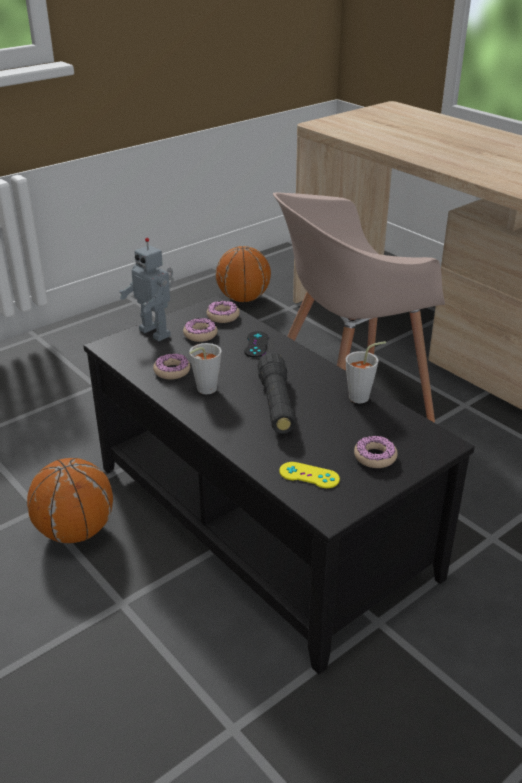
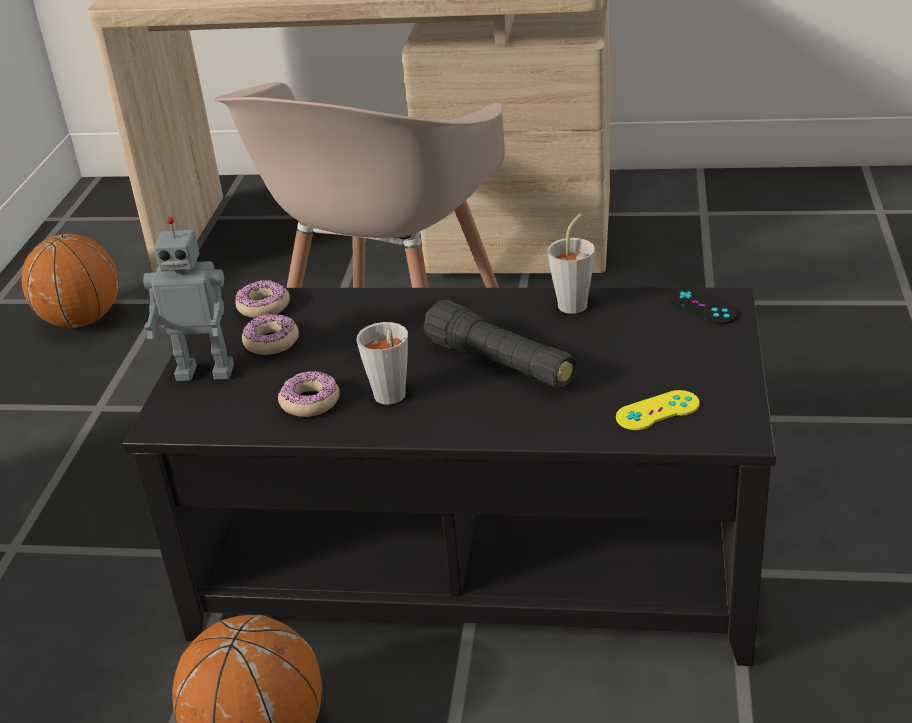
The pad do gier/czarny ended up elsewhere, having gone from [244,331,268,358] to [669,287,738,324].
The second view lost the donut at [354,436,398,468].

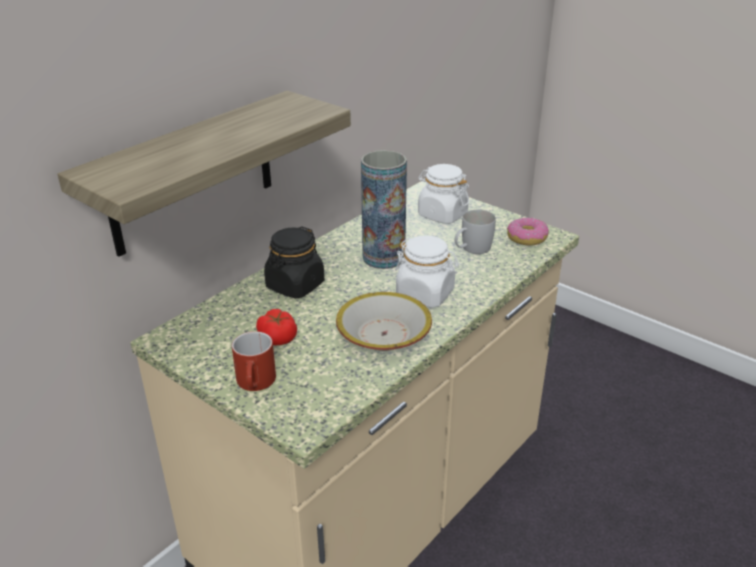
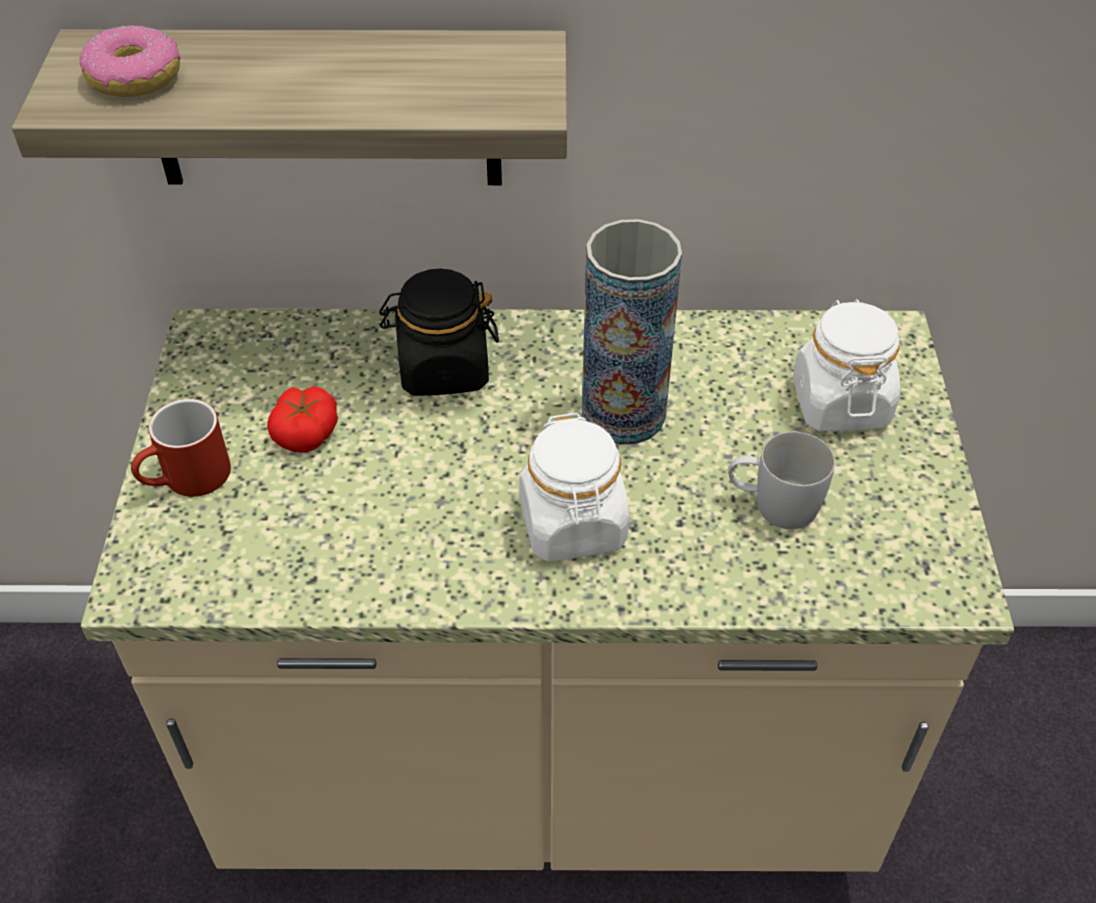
The second view lost the miska at [336,292,432,351].
The donut ended up elsewhere, having gone from [507,217,549,246] to [80,24,181,97].

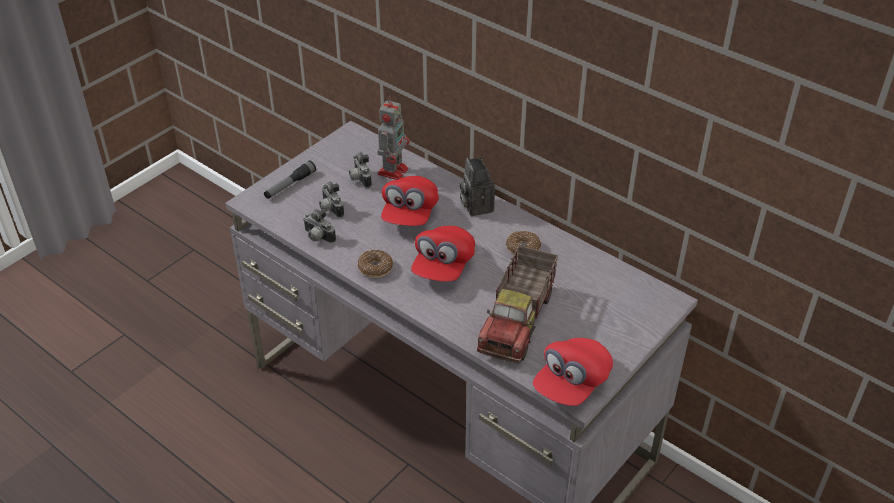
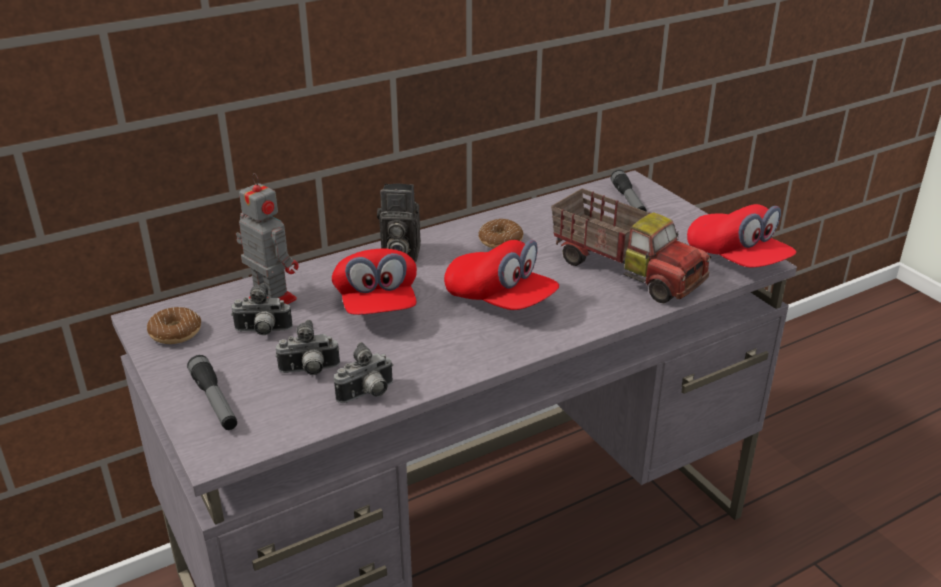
The donut ended up elsewhere, having gone from [358,250,393,278] to [147,307,201,344].
The czapka z daszkiem/czerwony at [381,176,439,226] ended up facing another way, 45 degrees clockwise from before.
The second view gained the latarka at [610,170,647,212].

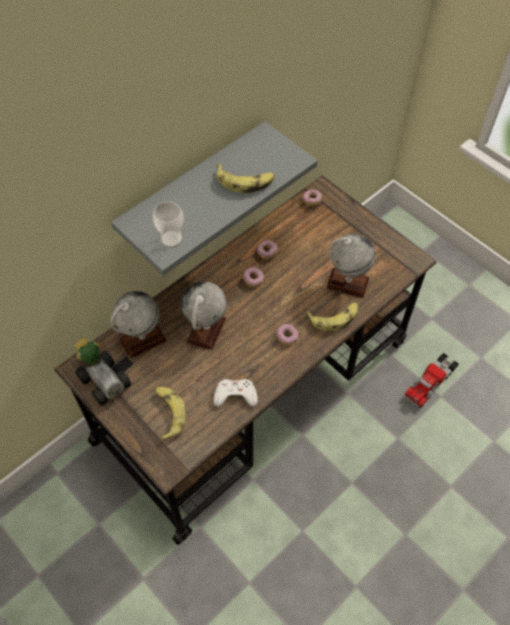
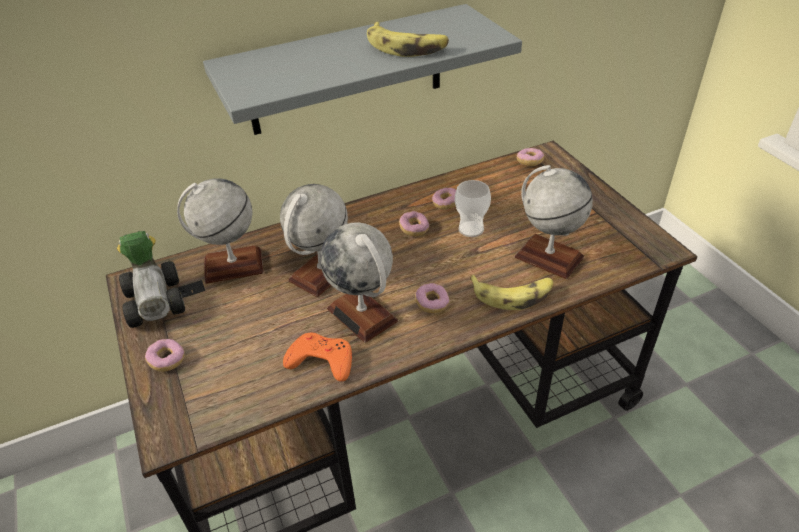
The filiżanka ended up elsewhere, having gone from [153,201,184,248] to [455,180,491,237].
The second view lost the banan at [155,387,186,441].
What was the pad do gier/biały at [213,379,258,407] turned into the pad do gier/pomarańczowy at [283,333,352,382].
The second view lost the ciężarówka zabawkowa at [404,352,459,409].
The second view gained the donut at [145,339,185,372].
The second view gained the globus at [320,222,398,343].

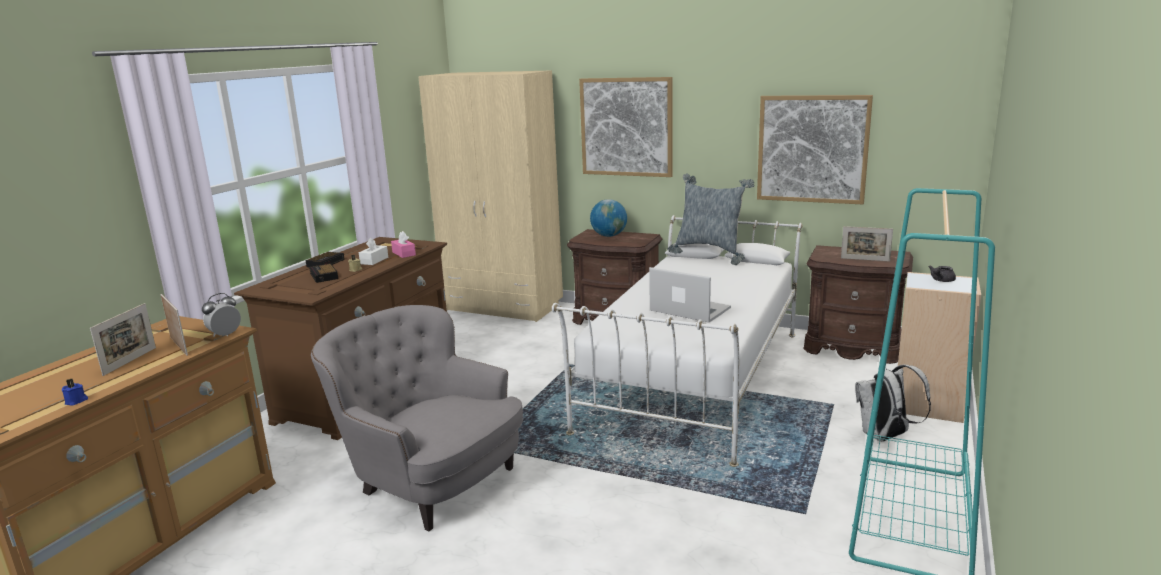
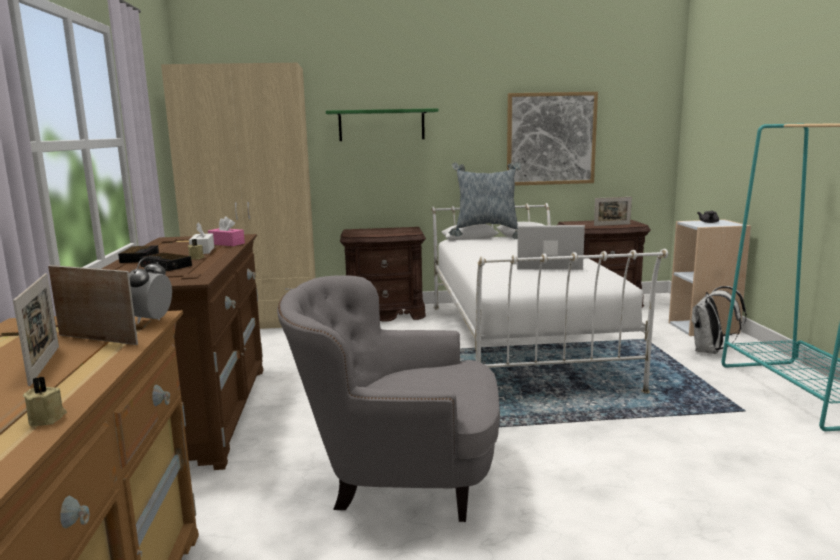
What was the świeca/niebieski at [62,379,88,406] turned into the świeca/beżowy at [23,376,67,426].
Where the obraz hung at [579,77,673,177], the półka/zielony came to hang at [326,108,438,141].
The second view lost the globus at [590,199,627,237].

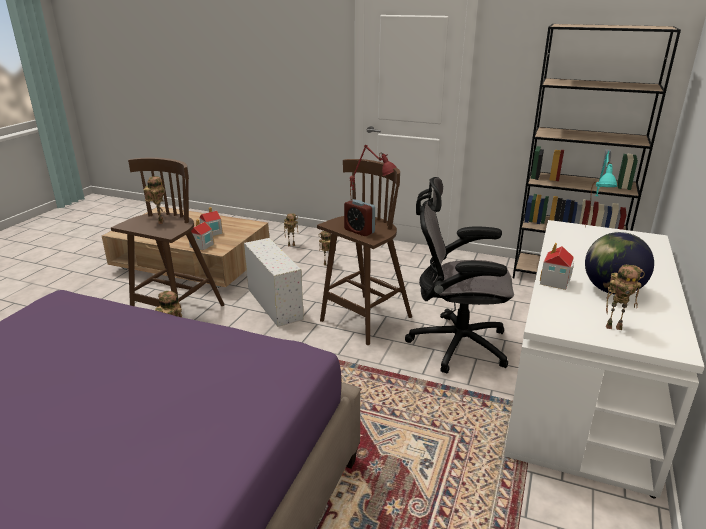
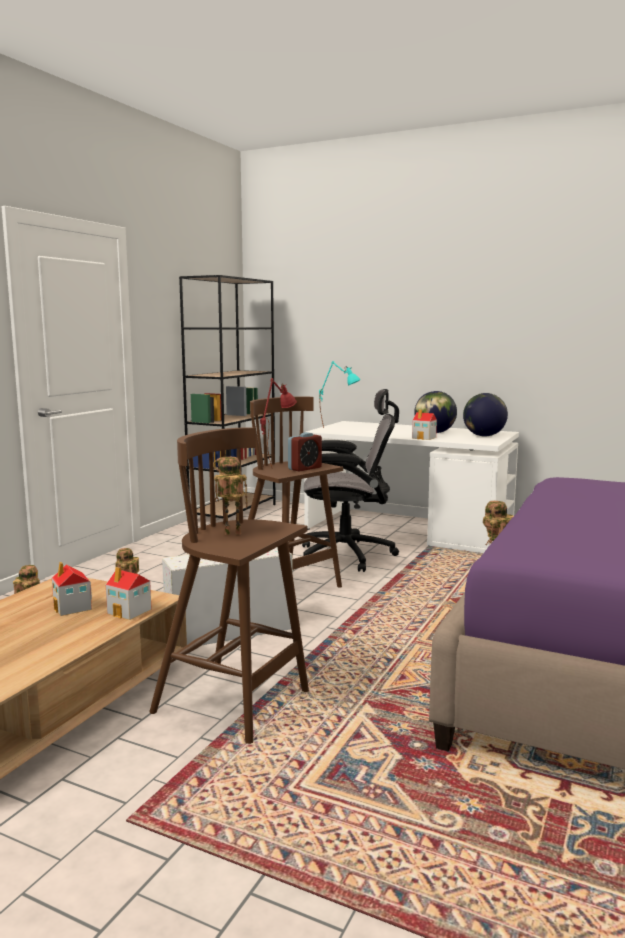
The krzesło biurowe at [405,177,514,374] ended up facing another way, 105 degrees counterclockwise from before.
Where the robot zabawkowy stood at [606,265,645,330], the globus came to stand at [463,393,508,436].

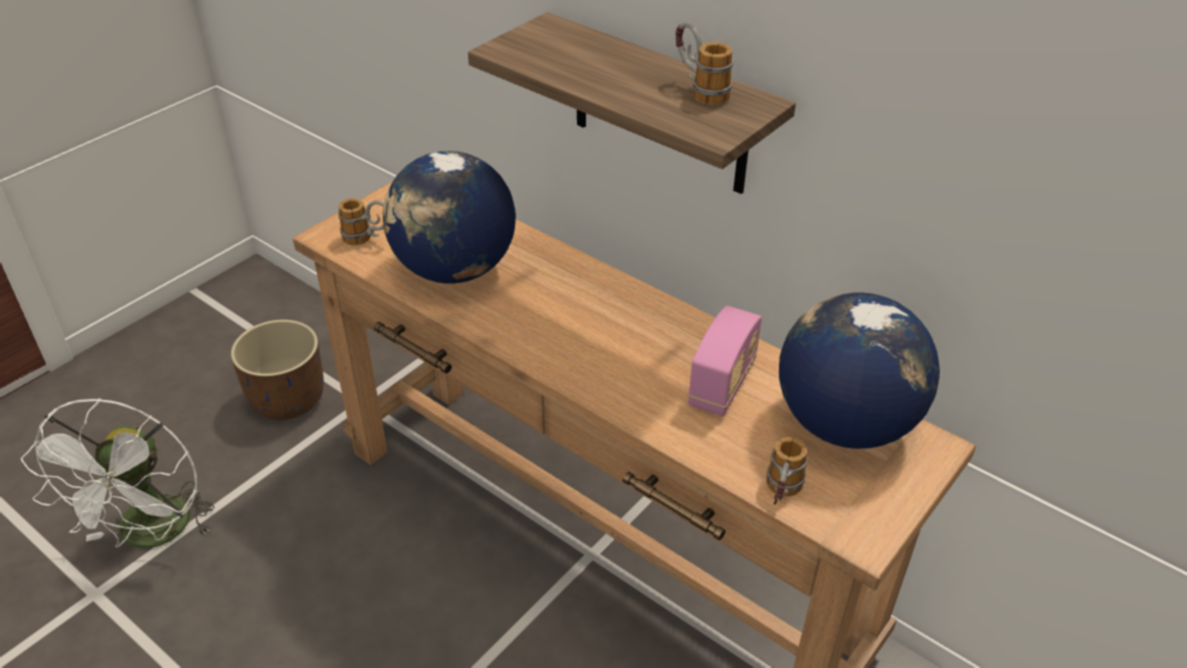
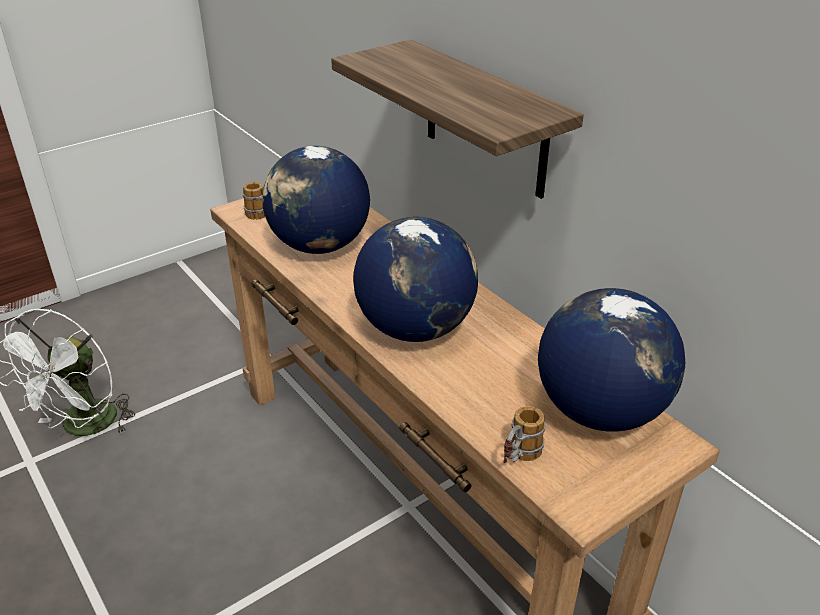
The second view lost the donica/brązowy at [231,320,324,420].
The second view lost the kubek at [675,22,733,105].
The second view lost the radio at [688,306,762,416].
The second view gained the globus at [353,217,478,342].

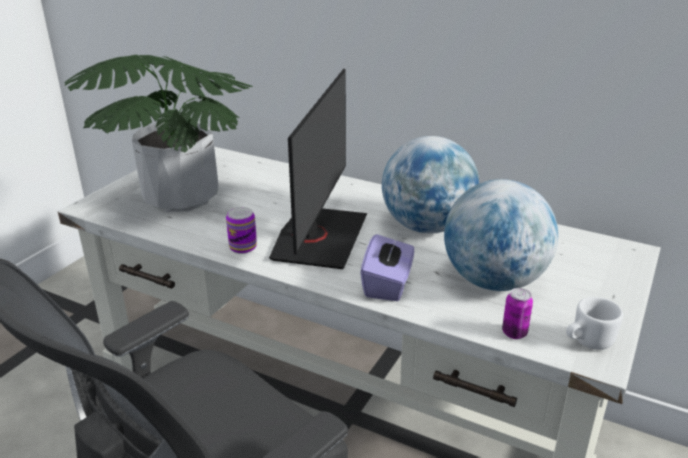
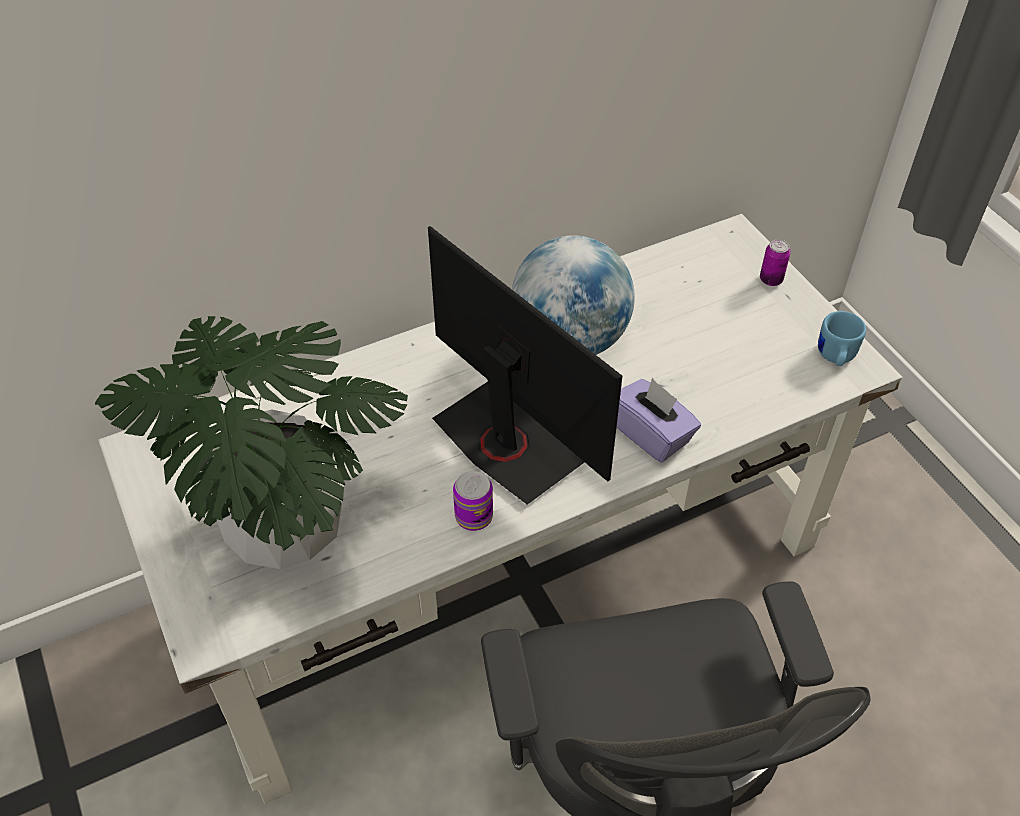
The second view lost the globus at [444,179,558,291].
The puszka ended up elsewhere, having gone from [502,288,533,339] to [760,239,791,286].
What was the kubek/biały at [566,297,623,350] turned into the kubek/niebieski at [818,311,866,366].

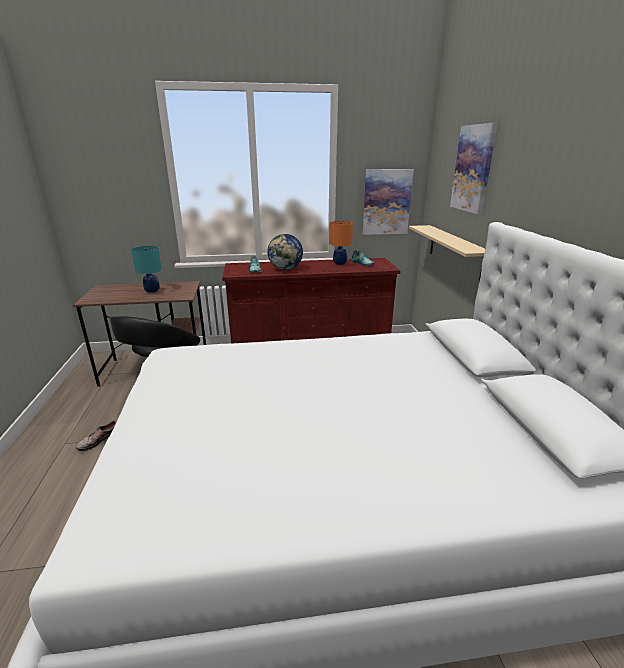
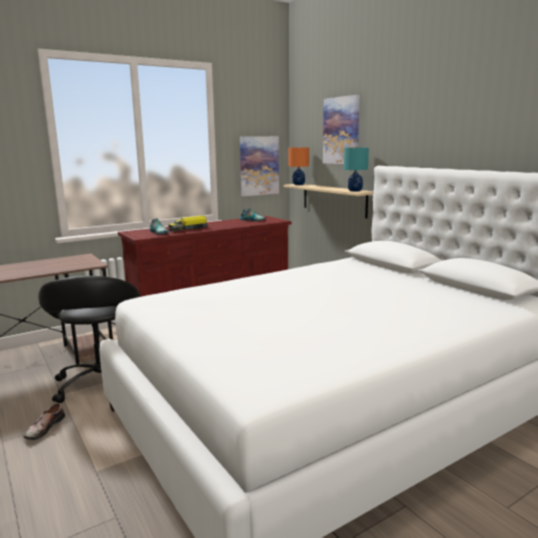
The lampa stołowa/turkusowy ended up elsewhere, having gone from [131,246,162,293] to [344,147,369,191].
Where the globus stood at [267,234,303,270], the ciężarówka zabawkowa came to stand at [168,216,208,233].
The lampa stołowa/pomarańczowy ended up elsewhere, having gone from [329,221,353,265] to [289,147,309,185].

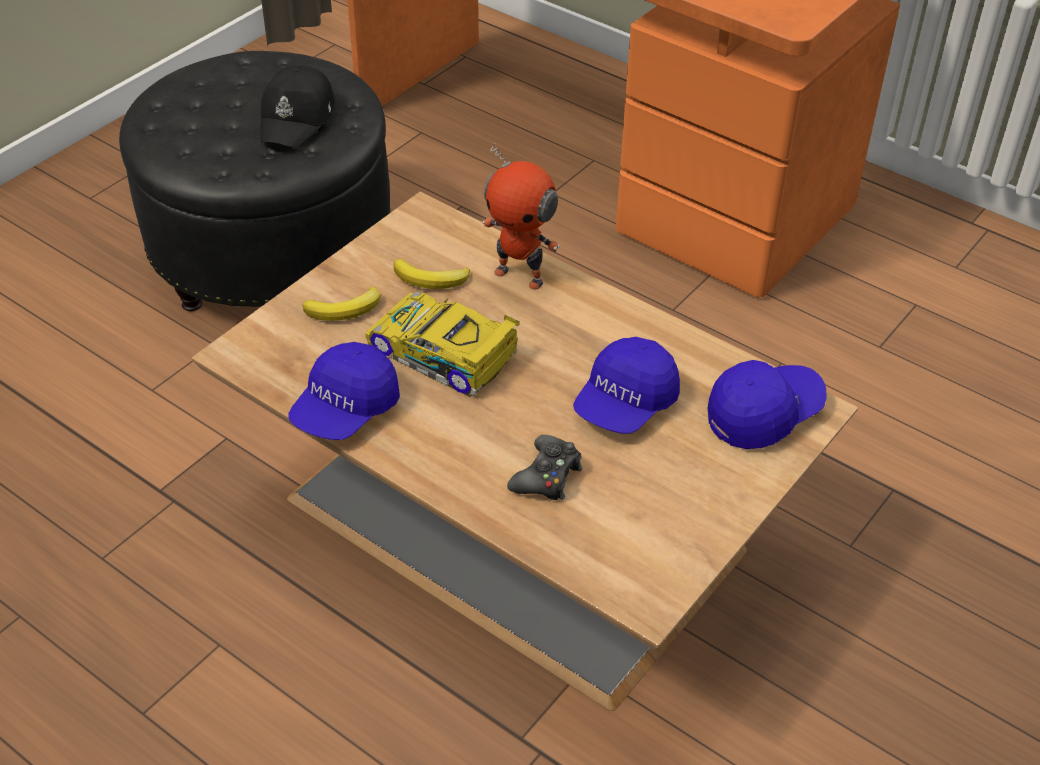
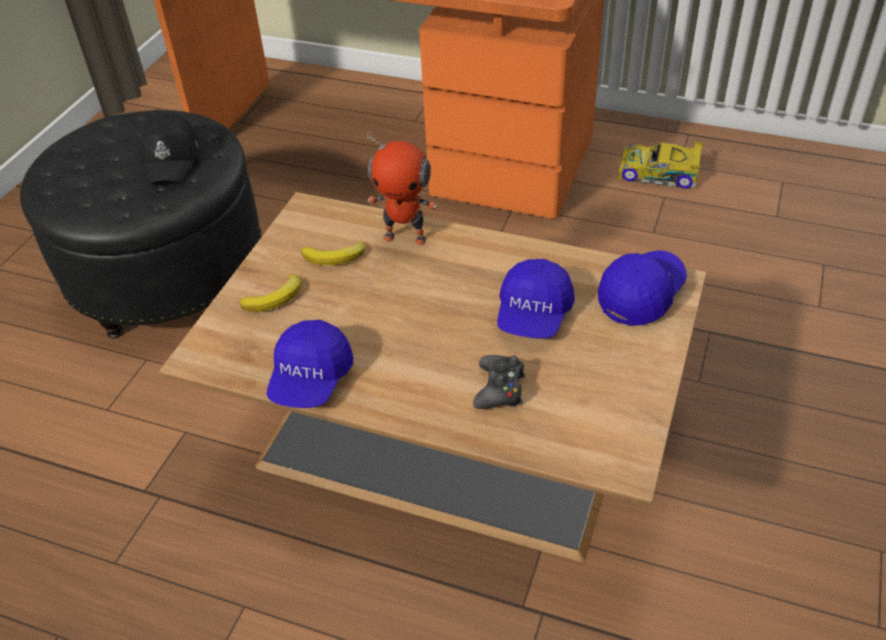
The samochodzik ended up elsewhere, having gone from [365,292,520,397] to [618,142,705,189].

